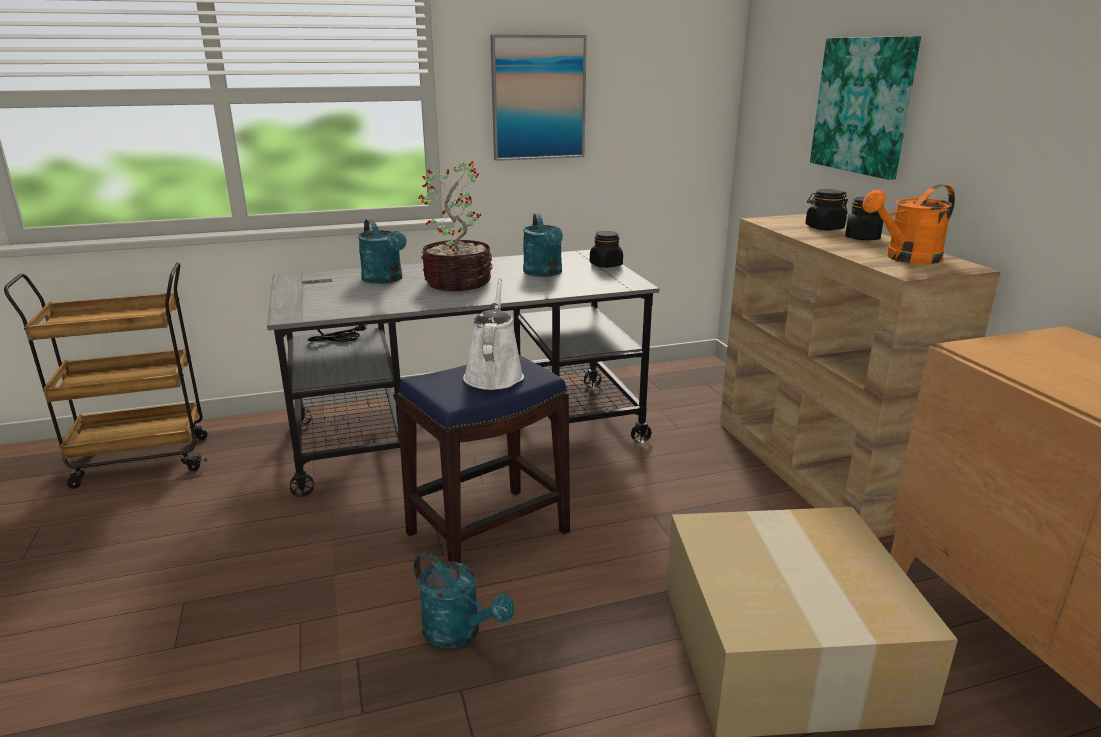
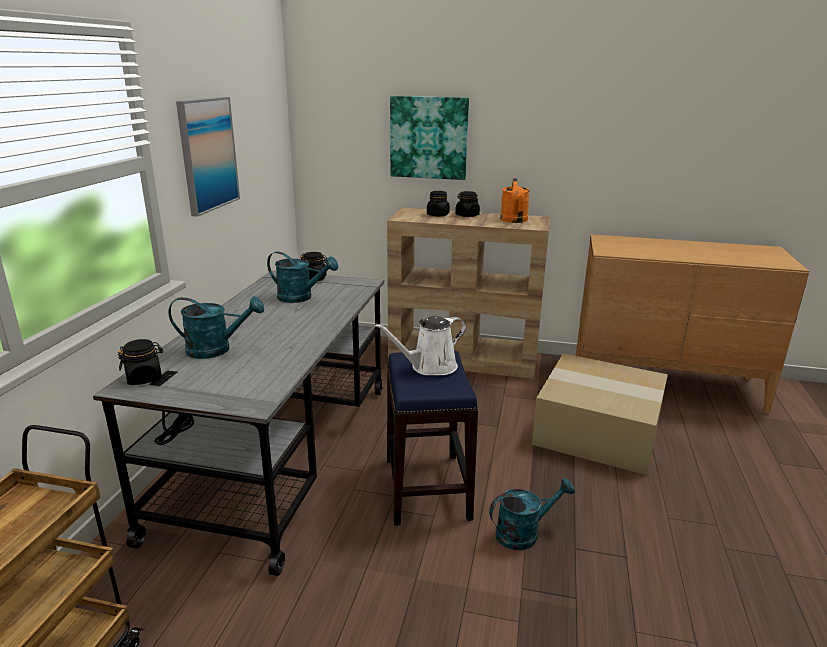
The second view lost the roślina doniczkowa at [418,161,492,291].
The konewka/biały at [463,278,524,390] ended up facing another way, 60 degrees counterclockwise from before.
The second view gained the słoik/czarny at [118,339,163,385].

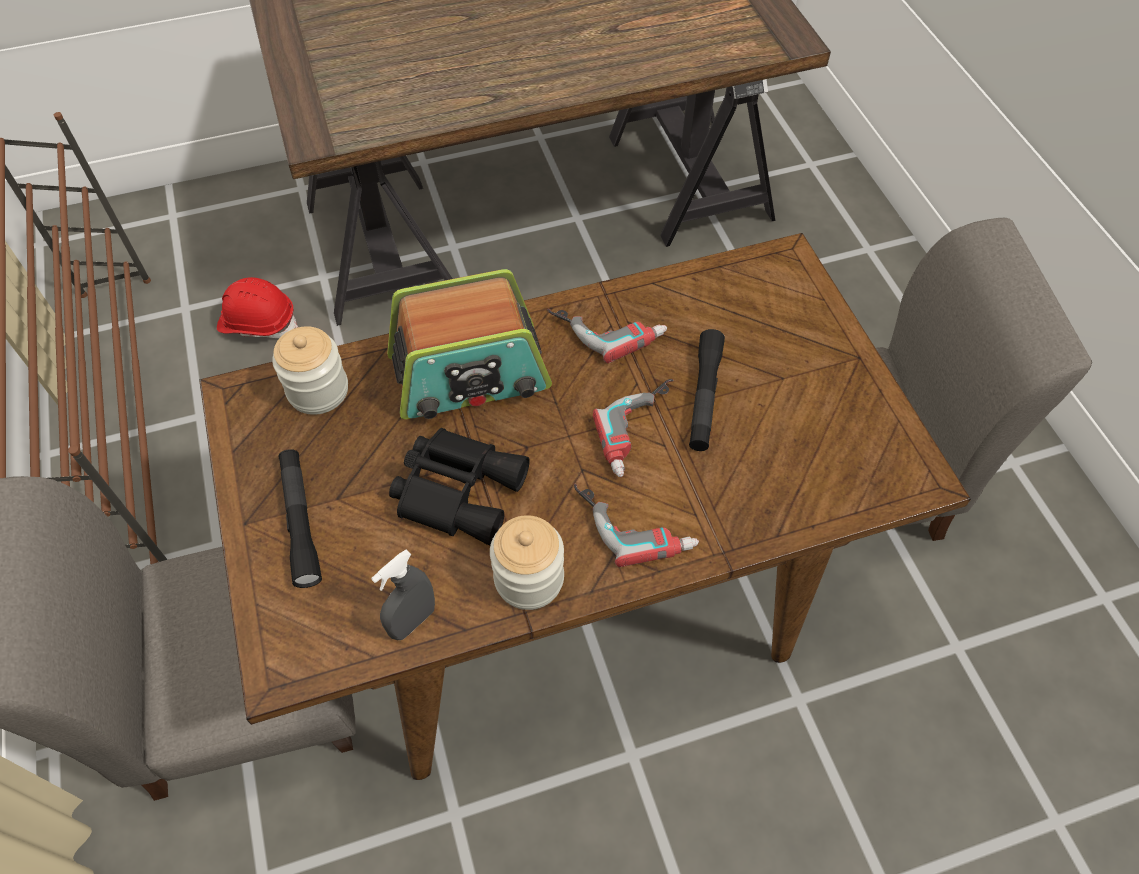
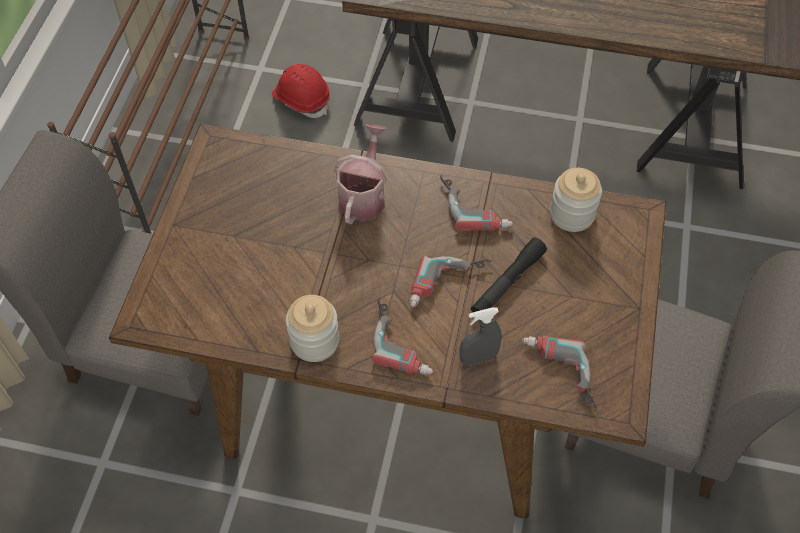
The słoik ended up elsewhere, having gone from [272,326,348,415] to [550,168,602,232].
The second view lost the latarka/czarny at [278,449,322,588].
The spryskiwacz/szary ended up elsewhere, having gone from [371,550,435,640] to [460,307,502,366].
Where the radio stood at [387,269,552,419], the konewka came to stand at [334,124,387,224].
The second view lost the lornetka/czarny at [389,428,530,545].
The second view gained the wiertarka at [522,336,597,412].

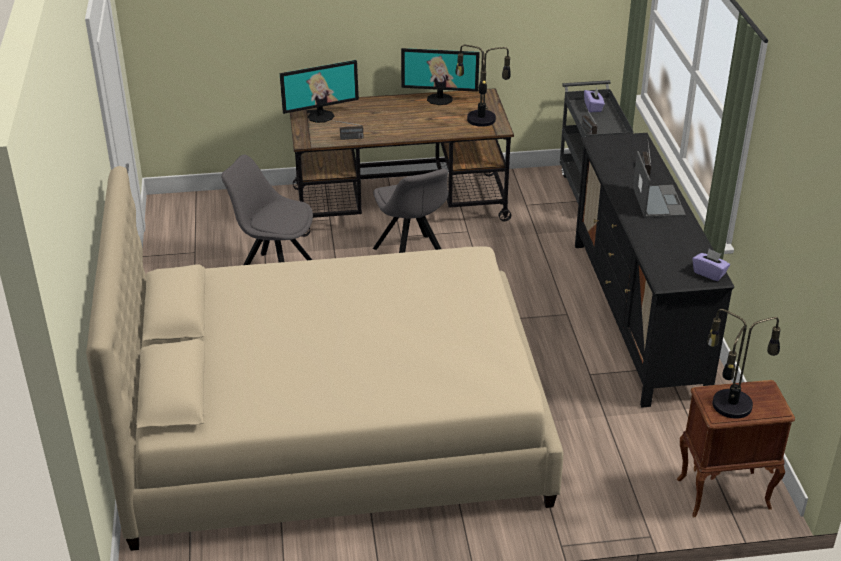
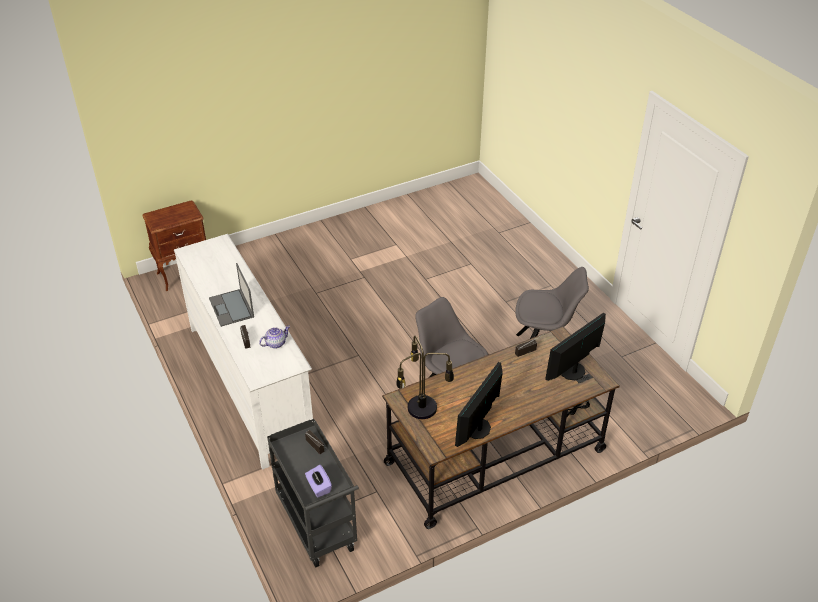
The second view lost the łóżko/beżowy at [86,166,564,551].
The monitor at [401,48,480,105] ended up facing another way, 45 degrees counterclockwise from before.
What was the komoda/czarny at [575,133,734,408] turned into the komoda/biały at [174,234,313,470].
The second view lost the pudełko chusteczek/fioletowy at [692,249,730,281].
The second view lost the lampa stołowa at [707,309,781,419].
The second view gained the imbryk at [259,325,290,348].

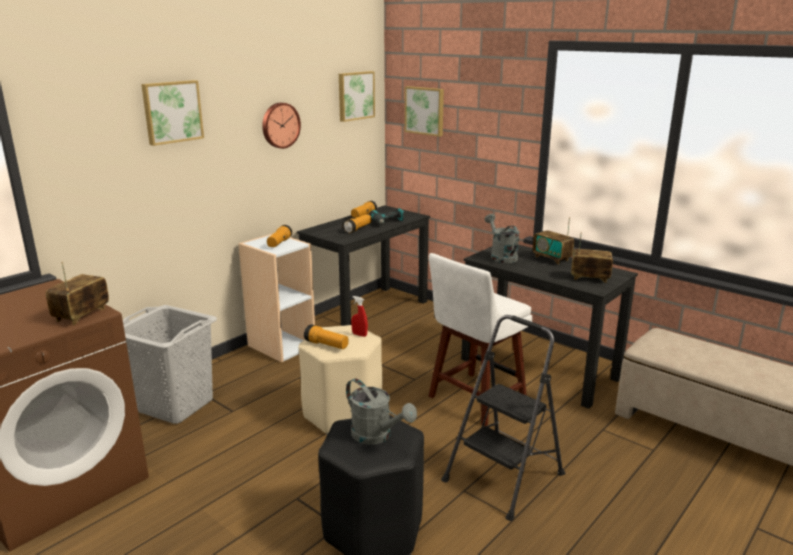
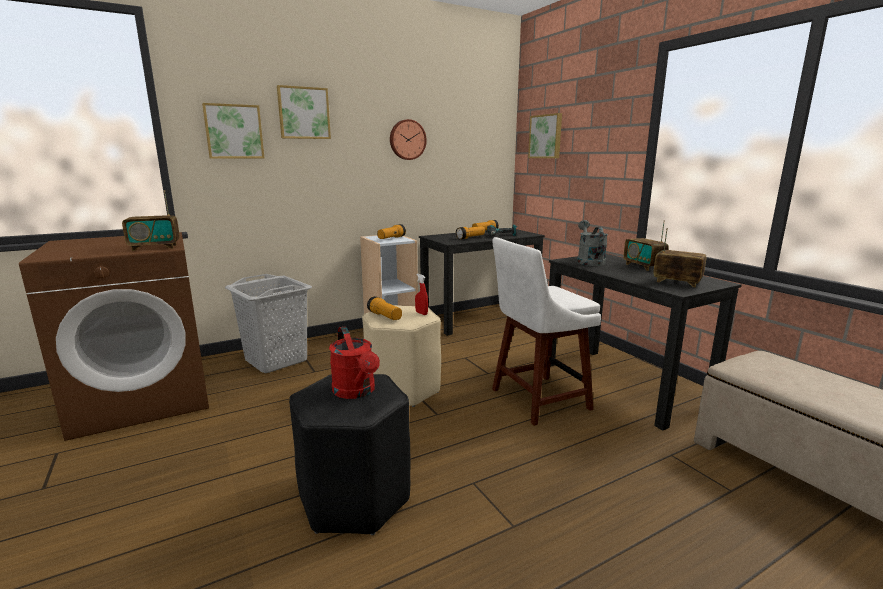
The radio at [46,262,109,325] ended up facing another way, 150 degrees counterclockwise from before.
The obraz ended up elsewhere, having gone from [339,71,375,122] to [202,103,264,159].
What was the konewka/szary at [346,379,417,445] turned into the konewka/czerwony at [329,326,380,399].
The second view lost the drabinka/czarny at [441,315,565,521].

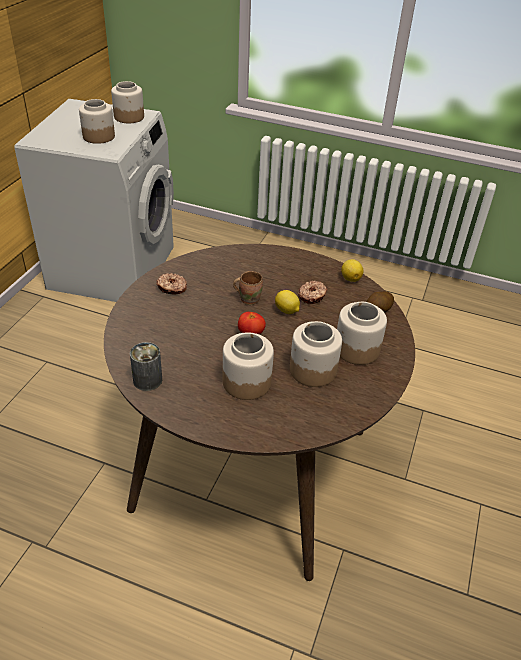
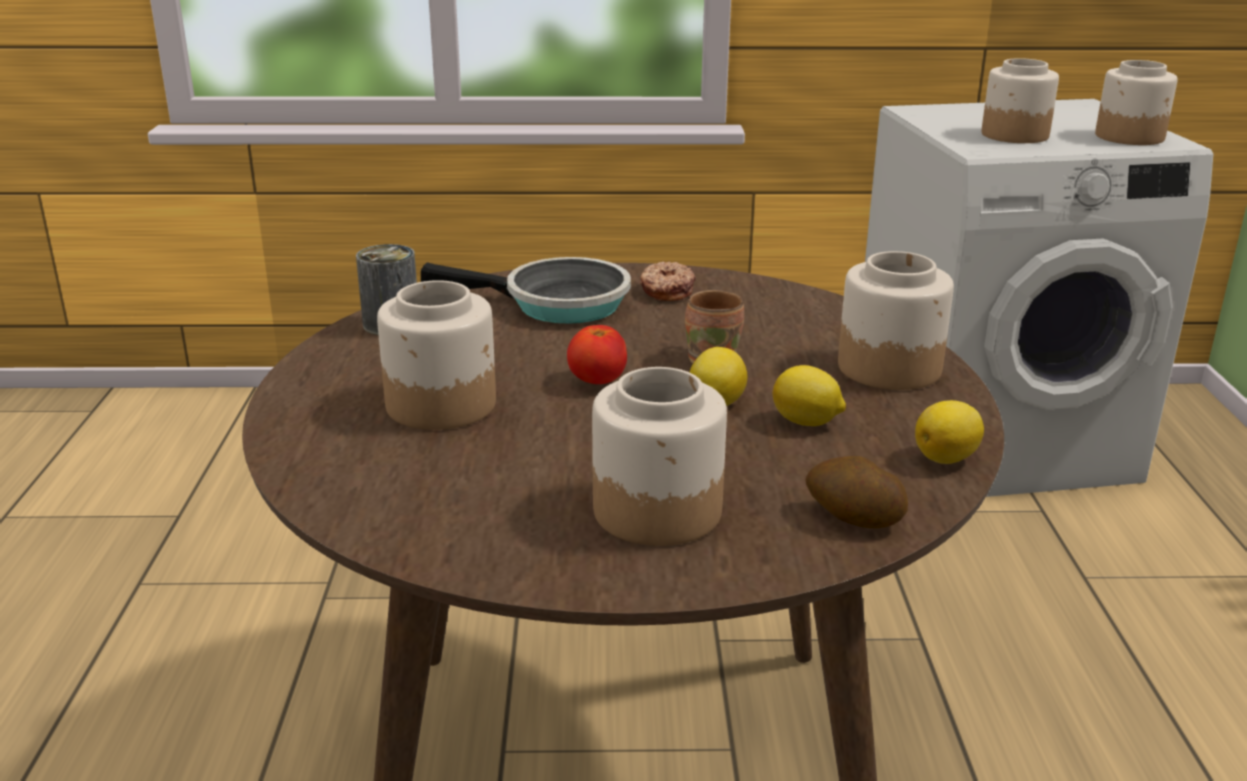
The słoik ended up elsewhere, having gone from [290,321,342,387] to [838,251,954,390].
Where the donut stood at [298,281,327,304], the cytryna came to stand at [772,365,846,426].
The second view gained the patelnia at [421,257,631,324].

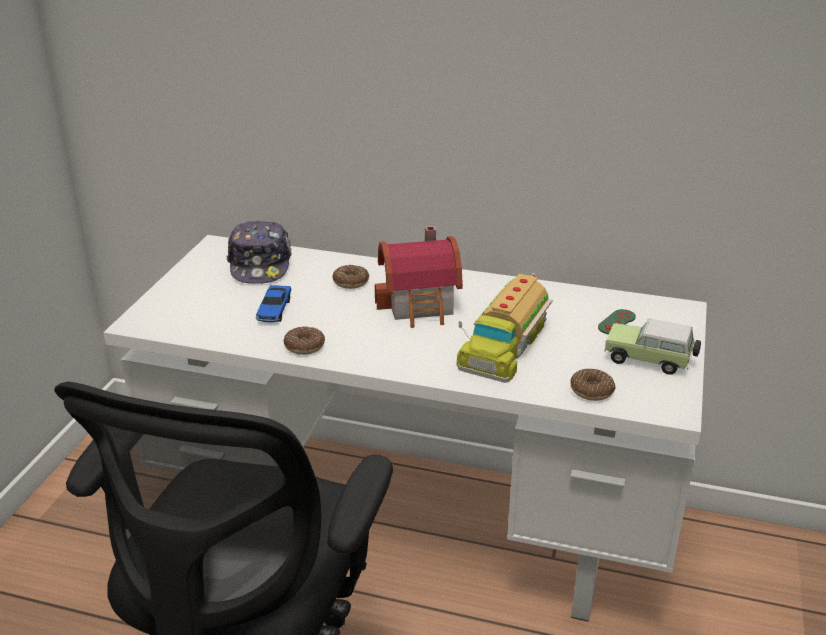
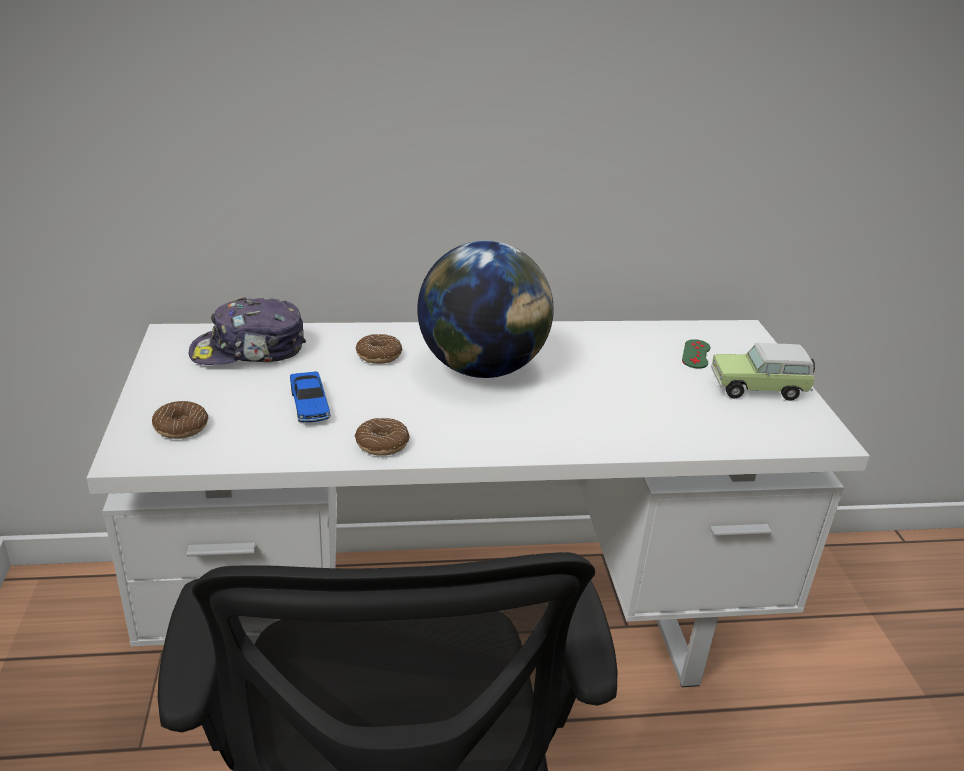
The czapka z daszkiem at [227,220,292,284] ended up facing another way, 105 degrees clockwise from before.
Where the domek stood at [375,226,463,328], the globus came to stand at [417,241,554,378].
The second view lost the ciężarówka zabawkowa at [456,273,552,383].
The donut ended up elsewhere, having gone from [571,369,616,401] to [152,401,208,439].

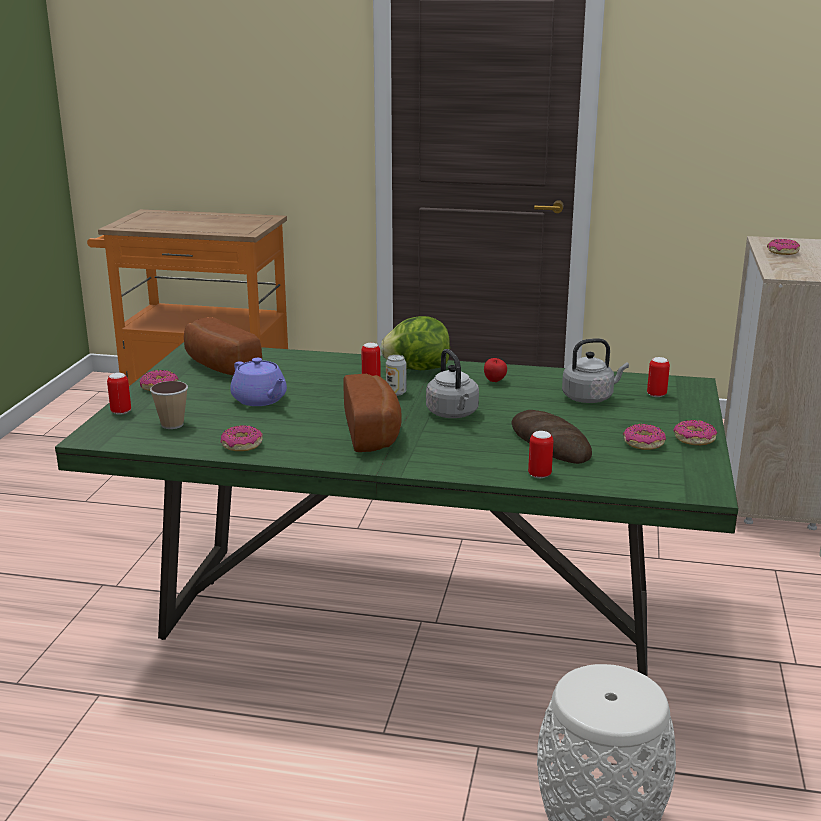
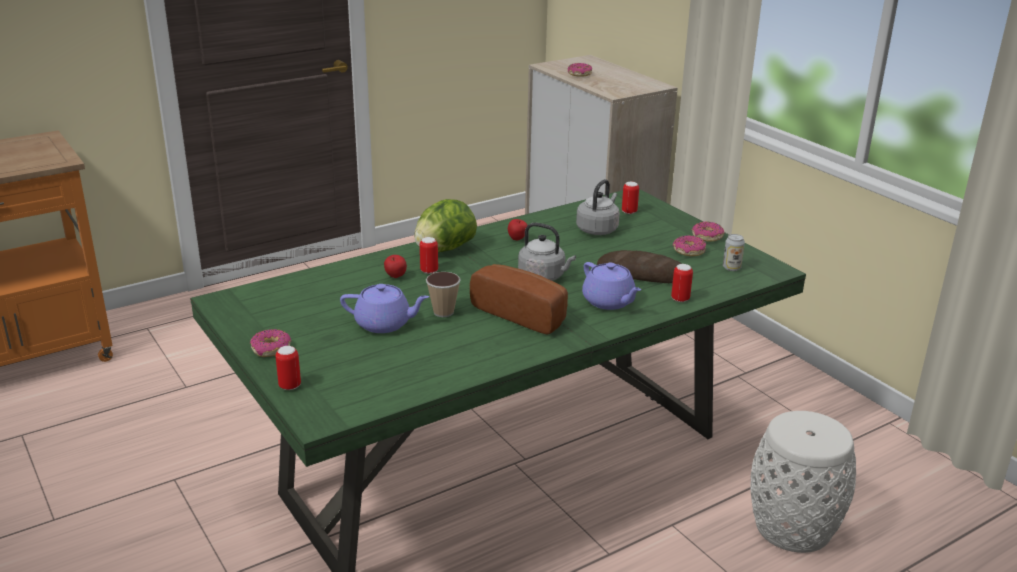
The filiżanka ended up elsewhere, having gone from [150,381,188,429] to [426,272,460,317].
The second view lost the chleb at [184,317,262,375].
The second view lost the donut at [221,425,263,451].
The puszka ended up elsewhere, having gone from [386,355,406,396] to [723,234,745,271].
The second view gained the jabłko at [384,255,407,278].
The second view gained the imbryk/fioletowy at [582,262,641,310].

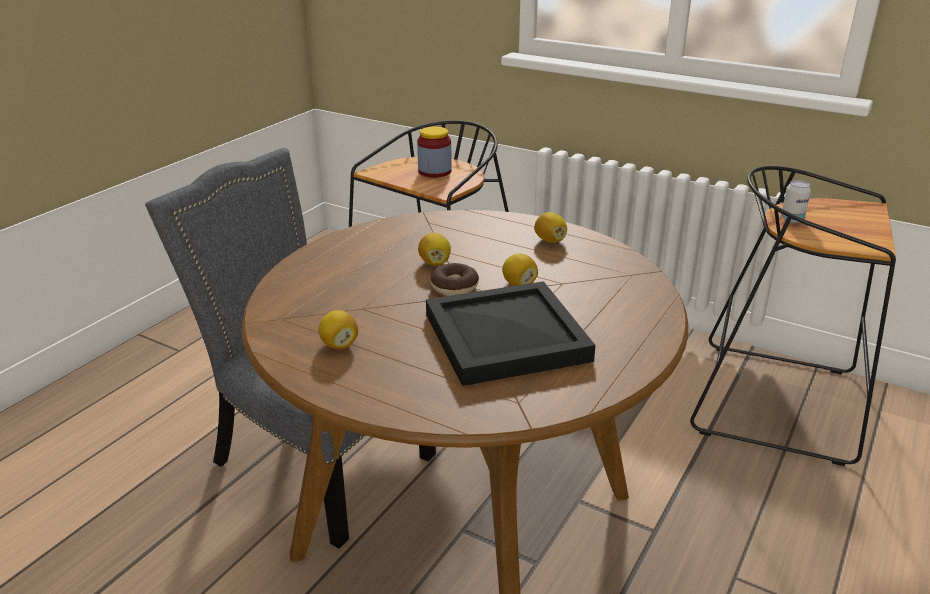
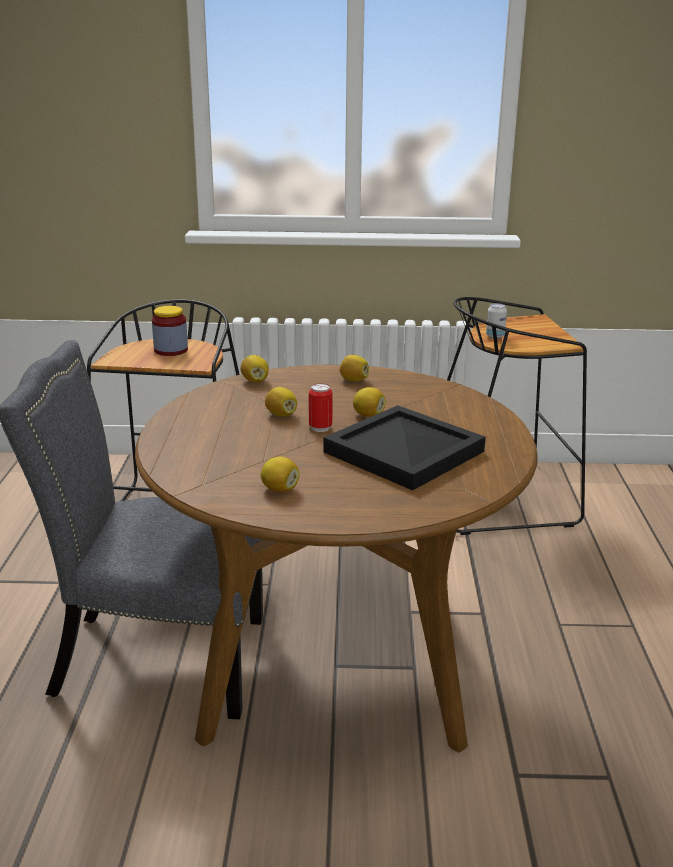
Where the donut stood at [430,263,479,296], the puszka came to stand at [309,383,333,432].
The second view gained the cytryna at [240,355,269,382].

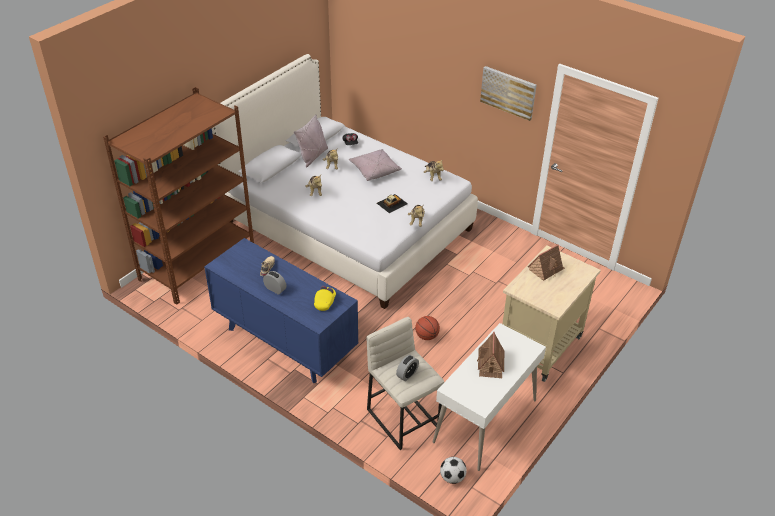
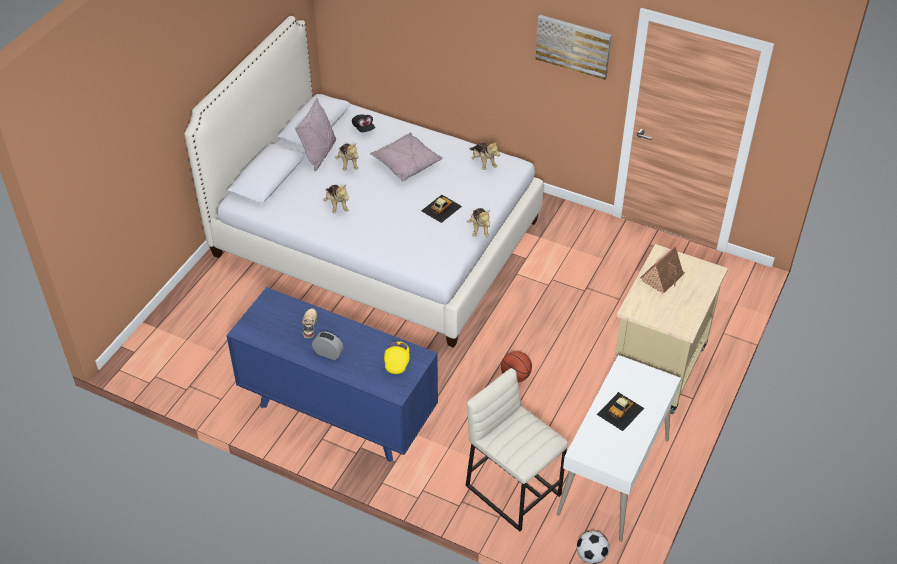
The second view lost the regał/brązowy at [103,87,254,305].
The second view lost the budzik at [396,355,419,381].
Where the domek stood at [477,331,504,378], the samochodzik came to stand at [597,392,644,431].

